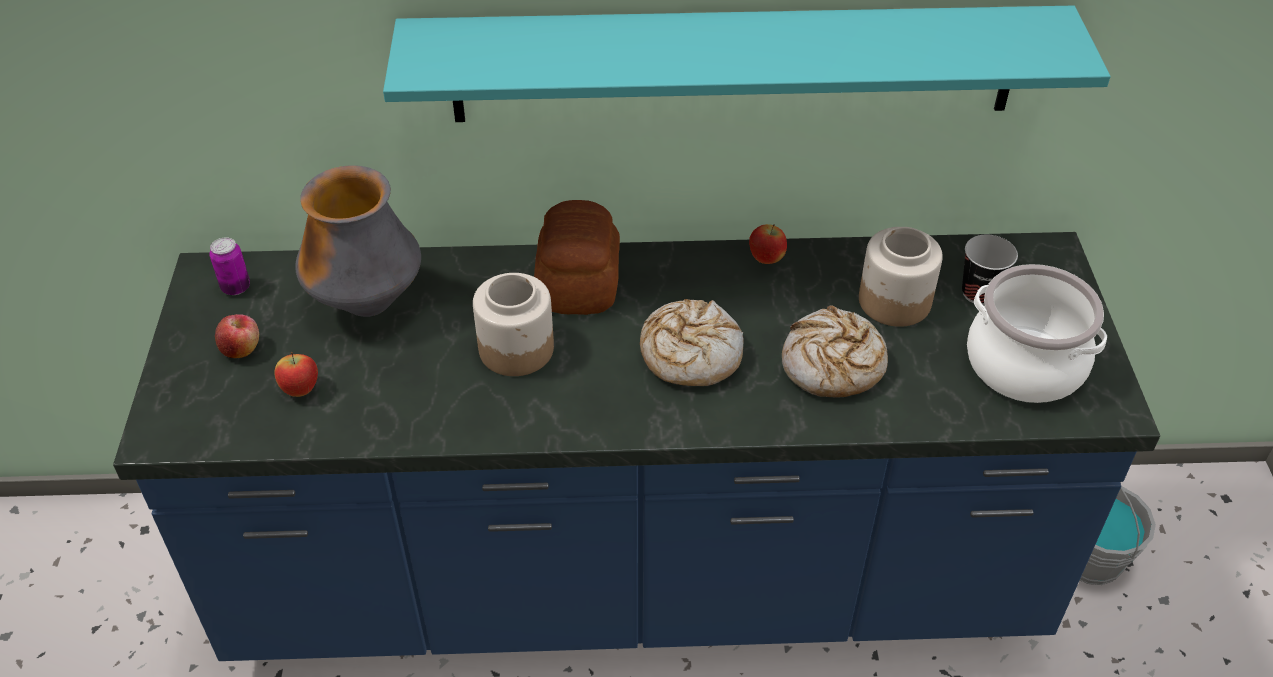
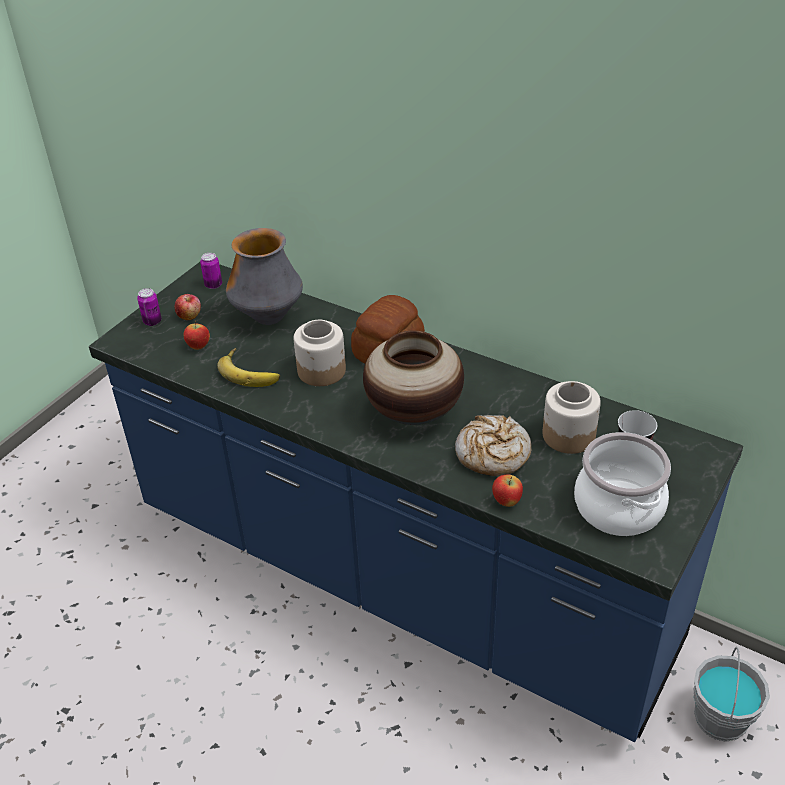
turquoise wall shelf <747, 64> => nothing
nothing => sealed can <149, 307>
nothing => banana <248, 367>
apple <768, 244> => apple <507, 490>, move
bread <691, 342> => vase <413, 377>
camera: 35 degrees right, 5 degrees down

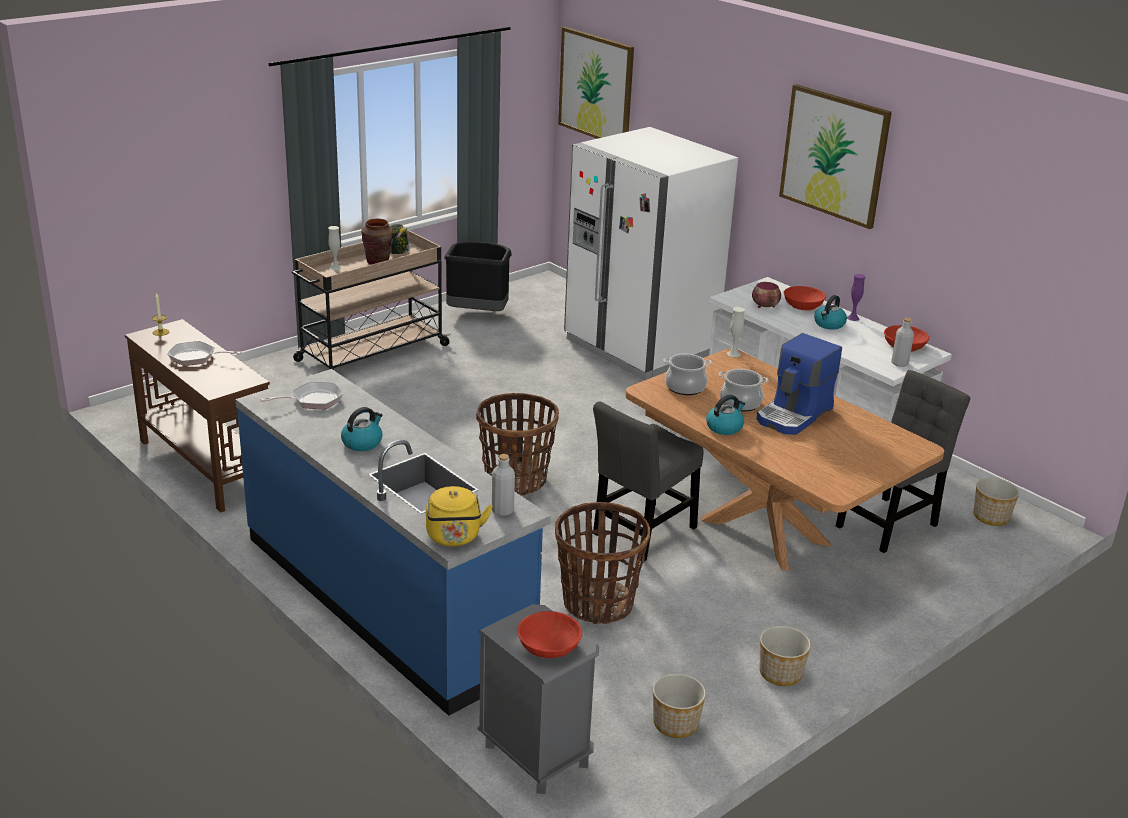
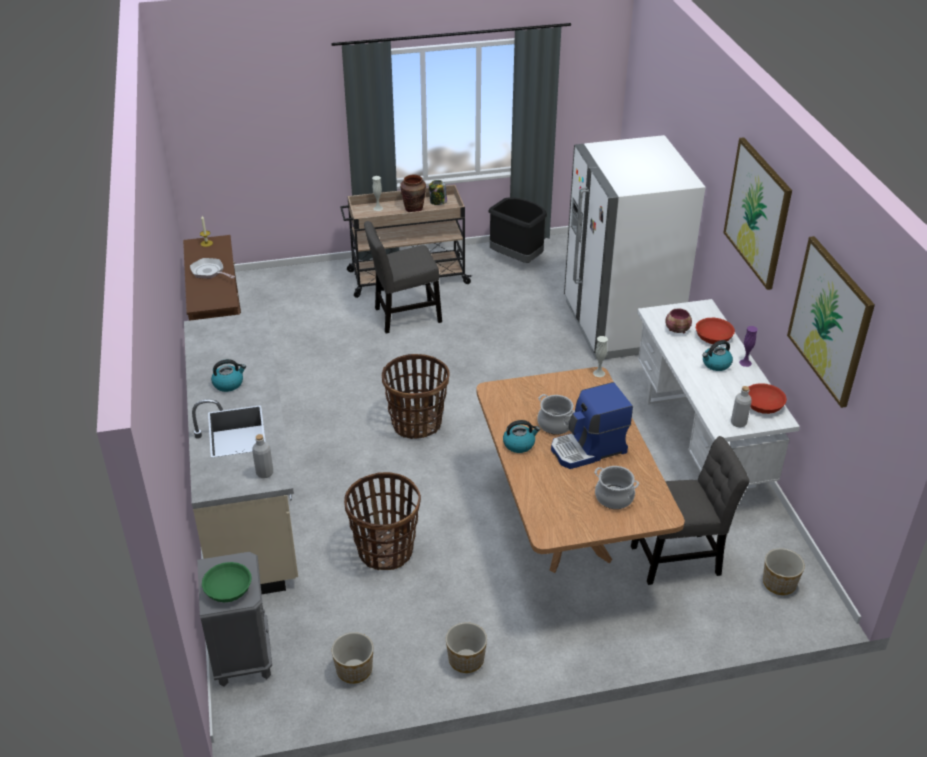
skillet <302, 395> => nothing
yellow tea kettle <459, 516> => nothing
wall picture <596, 83> => wall picture <831, 322>, move
gray chair <648, 481> => gray chair <403, 277>, move
saucepot <687, 374> => saucepot <617, 487>, move
bluish kitchen base unit <393, 542> => beige-coloured kitchen base unit <241, 452>
red-coloured bowl <549, 634> => green bowl <226, 582>
camera: 30 degrees right, 10 degrees up

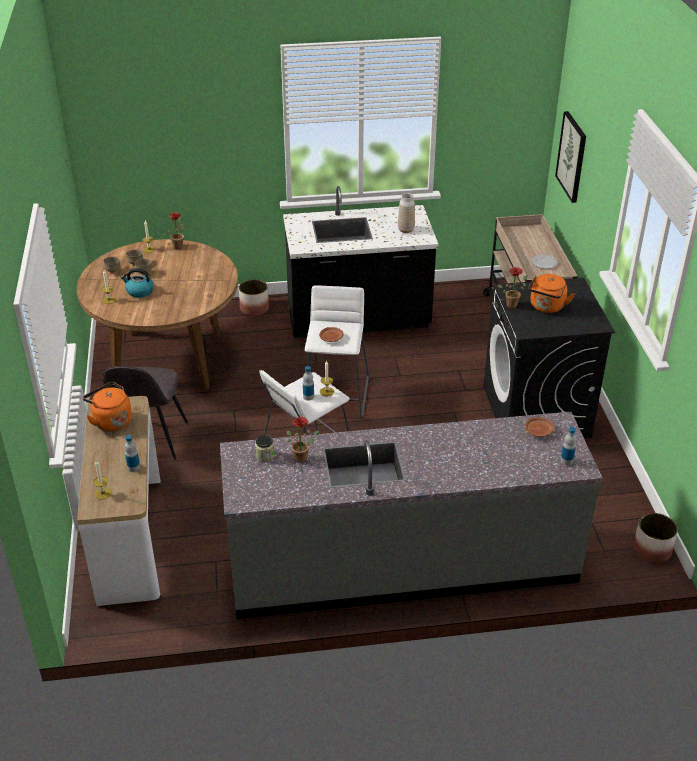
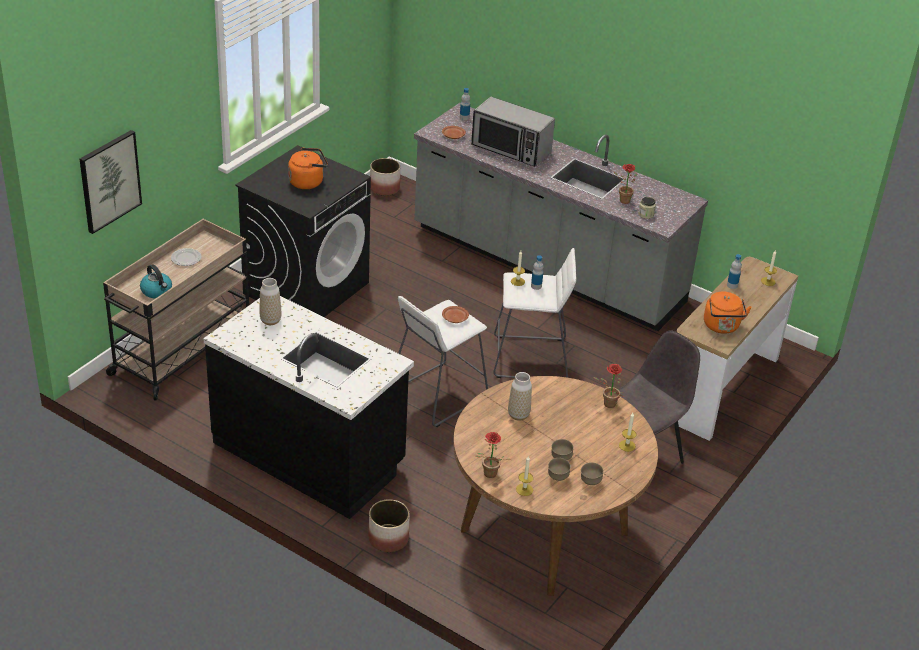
nothing => kitchen microwave <513, 132>
nothing => vase <520, 396>
tea kettle <137, 283> => tea kettle <156, 281>, move
plant in a pot <513, 287> => plant in a pot <609, 386>, move
camera: 140 degrees left, 0 degrees up

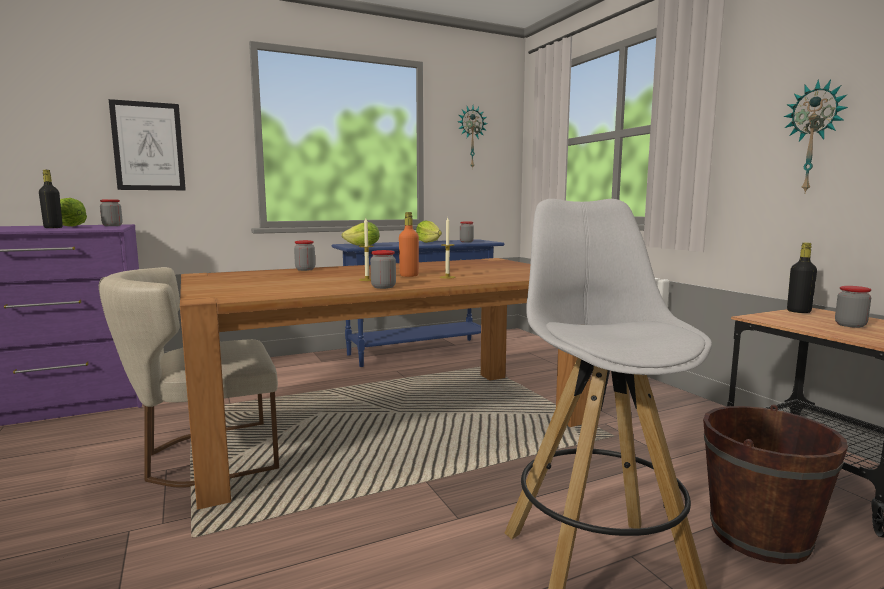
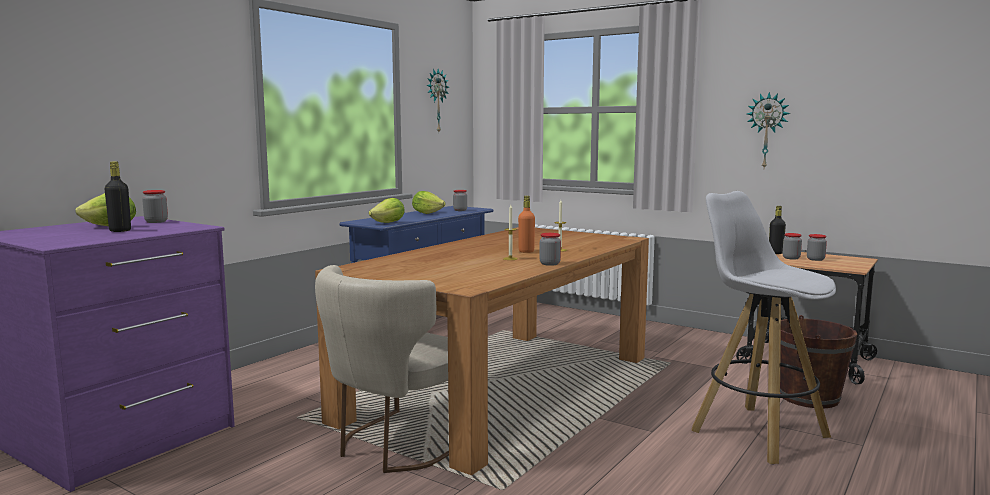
wall picture <147, 144> => nothing
storage jar <304, 255> => storage jar <792, 246>, move
camera: 30 degrees left, 0 degrees up

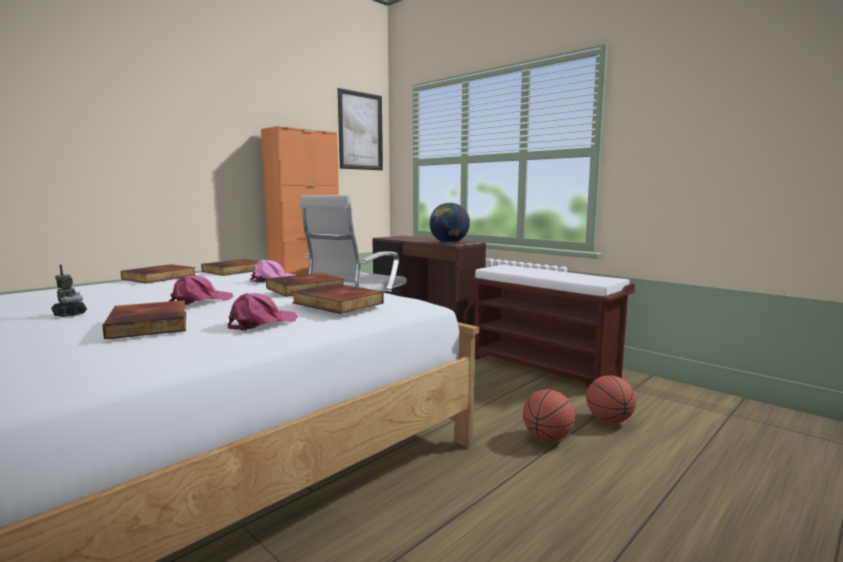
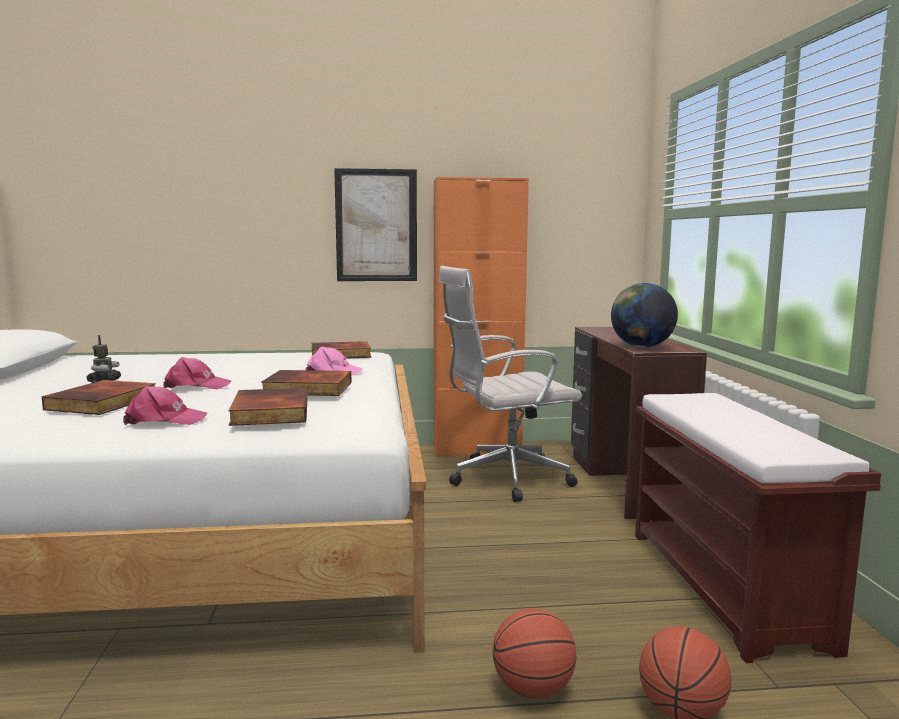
volume <158, 273> => nothing
wall picture <360, 129> => wall picture <375, 224>, move
camera: 40 degrees right, 0 degrees up

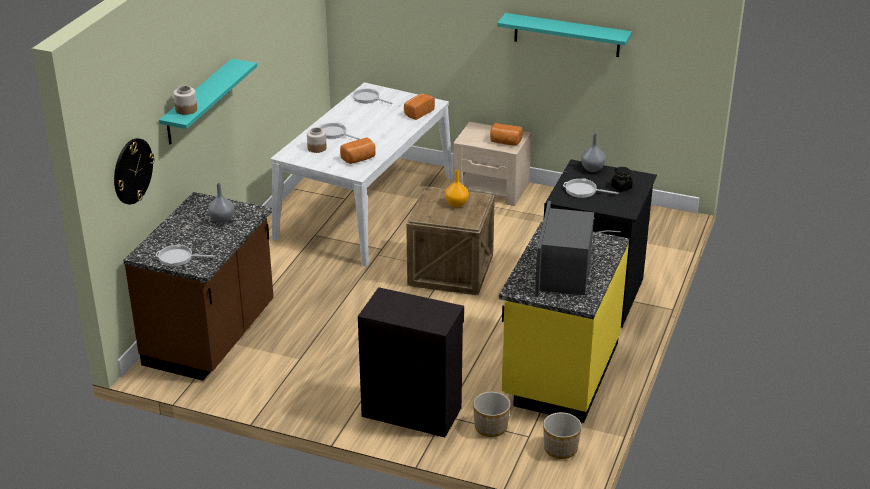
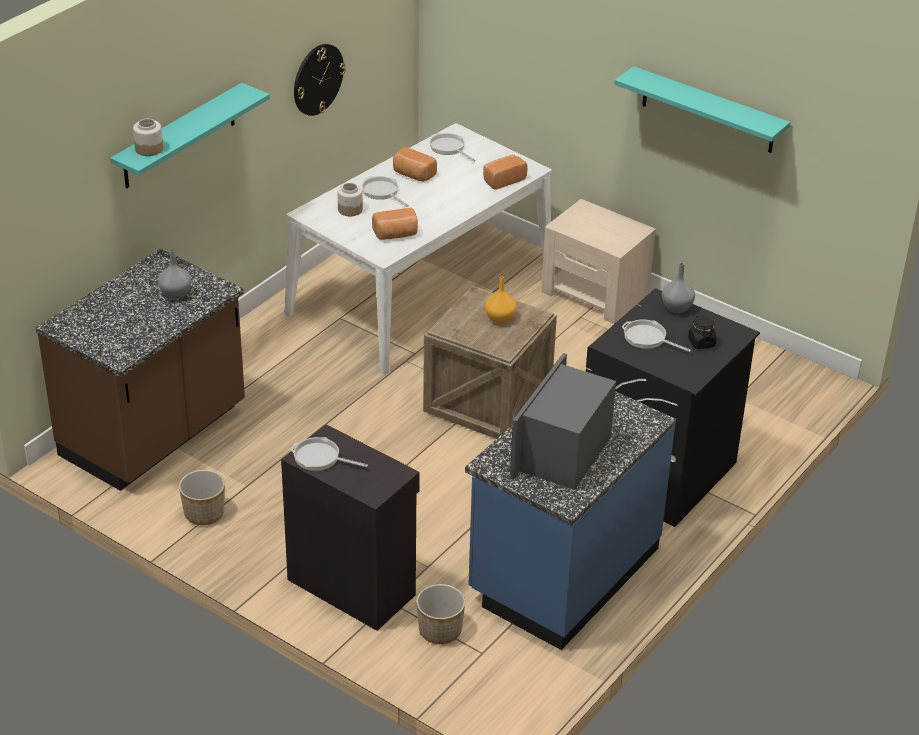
hanging clock <134, 171> => hanging clock <319, 80>, move
skillet <186, 255> => skillet <329, 454>, move
bread <506, 134> => bread <415, 164>, move
flower pot <562, 435> => flower pot <202, 497>, move
yellow kitchen base unit <564, 322> => bluish kitchen base unit <570, 520>
camera: 15 degrees right, 5 degrees up

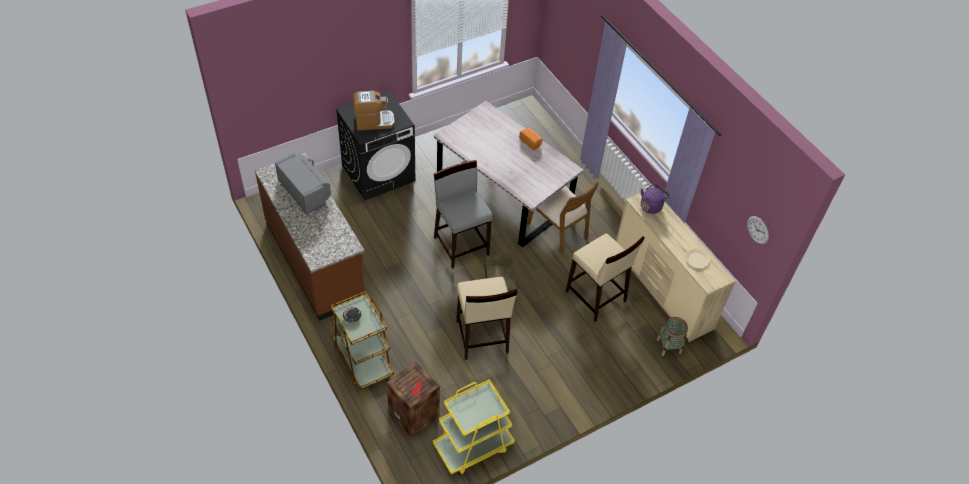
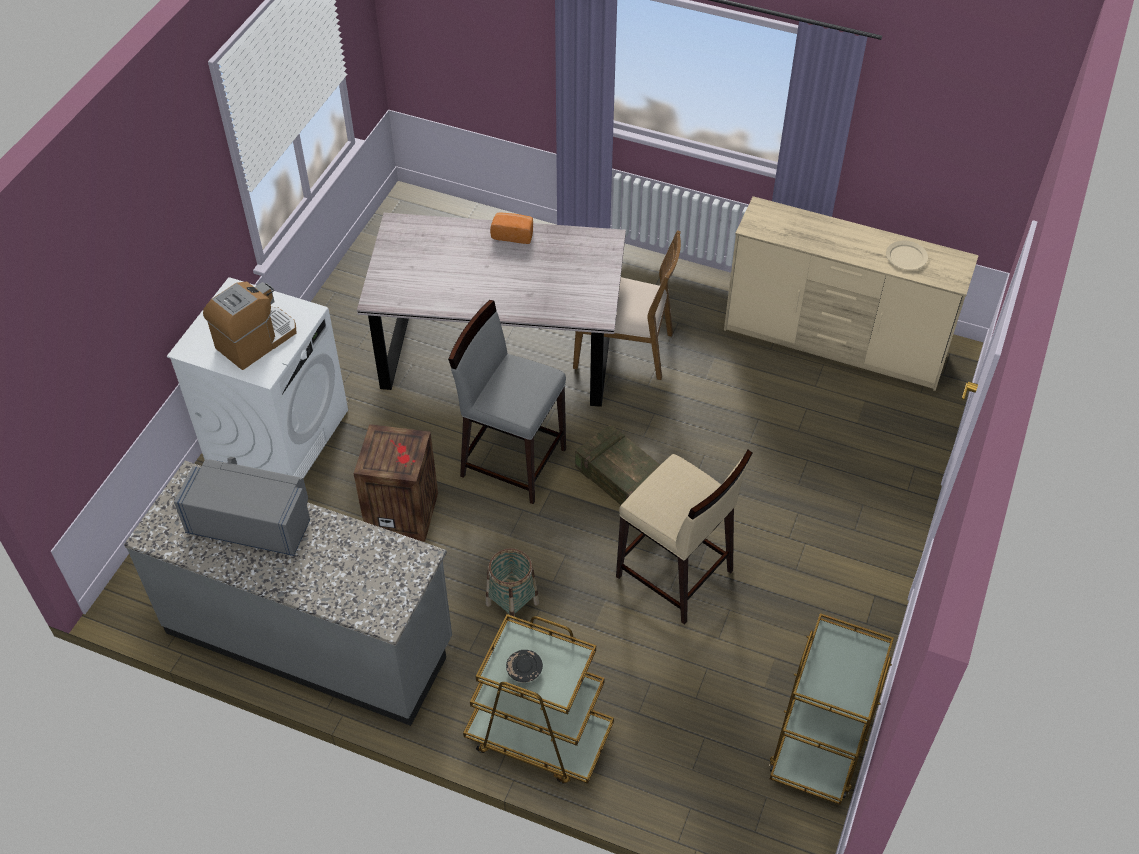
beige-coloured stool <605, 277> => nothing
purple-coloured tea kettle <655, 199> => nothing
hanging clock <758, 230> => nothing
shipping crate <413, 399> => shipping crate <396, 483>, move
basket <672, 336> => basket <512, 584>, move
brown-coloured kitchen base unit <310, 237> => gray kitchen base unit <288, 593>
black-coloured washing machine <375, 145> => whitish washing machine <257, 378>
yellow wheeled cart <474, 427> => brown-coloured wheeled cart <831, 709>
camera: 35 degrees left, 0 degrees up

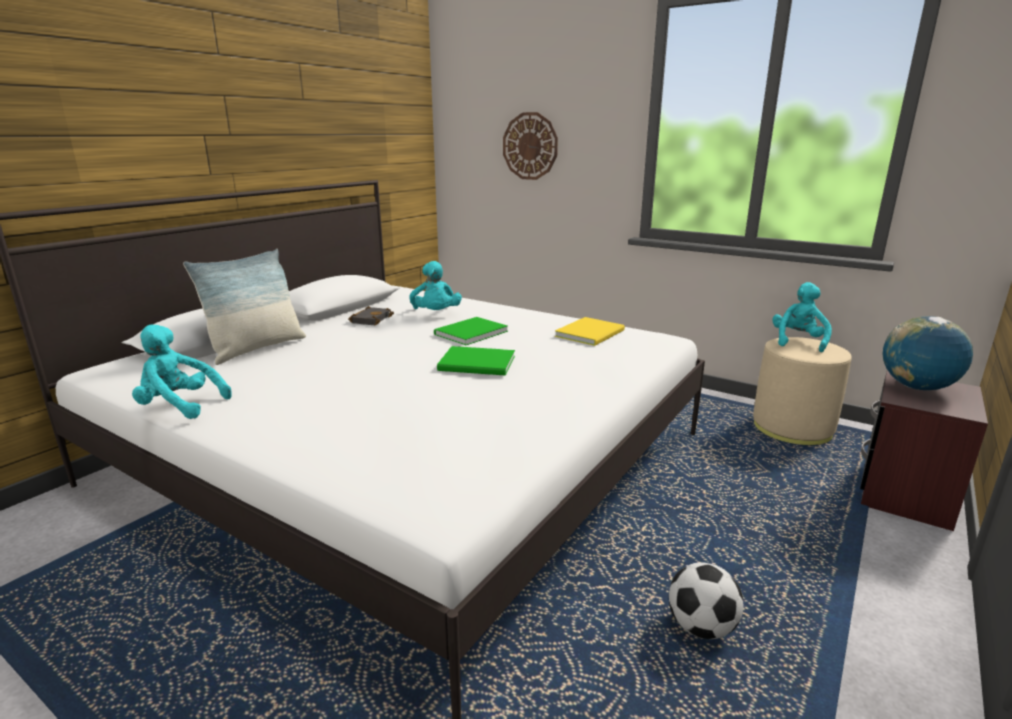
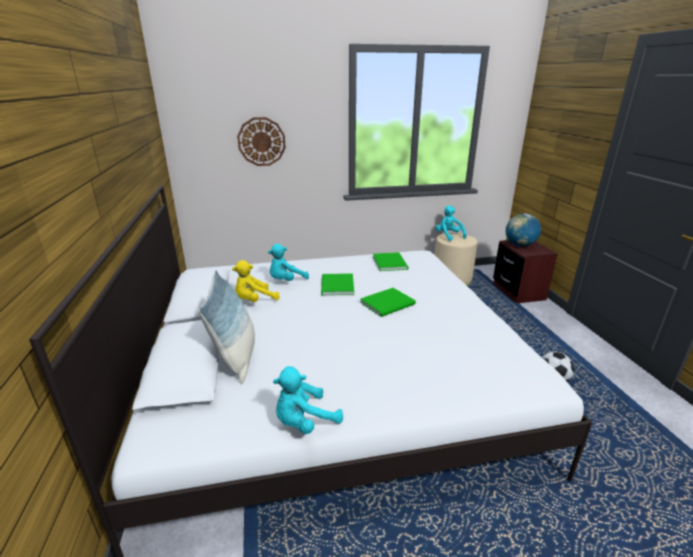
black-coloured volume <371, 316> => yellow plush toy <256, 281>
yellow volume <590, 331> => green volume <391, 261>
turquoise plush toy <435, 285> => turquoise plush toy <288, 262>, 105 degrees clockwise
camera: 45 degrees left, 5 degrees up

